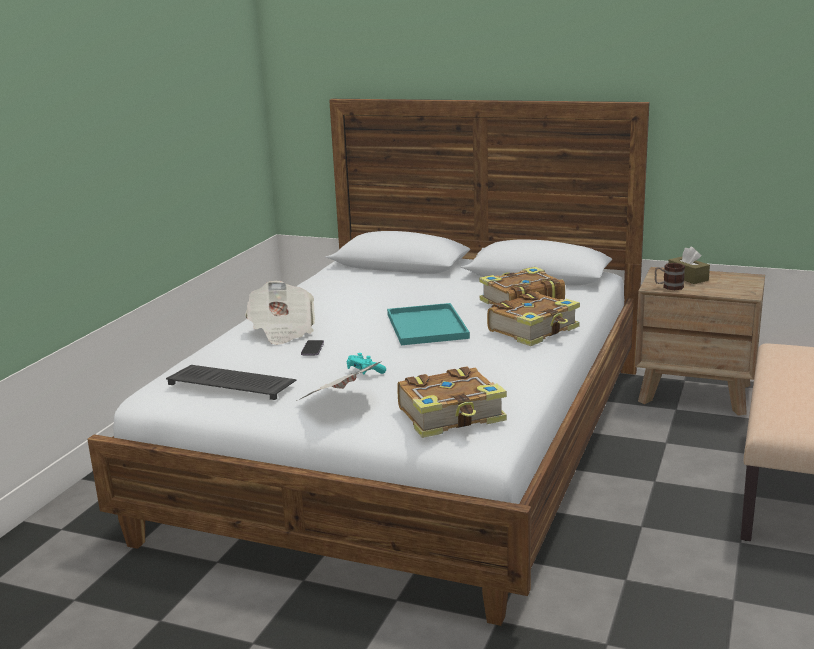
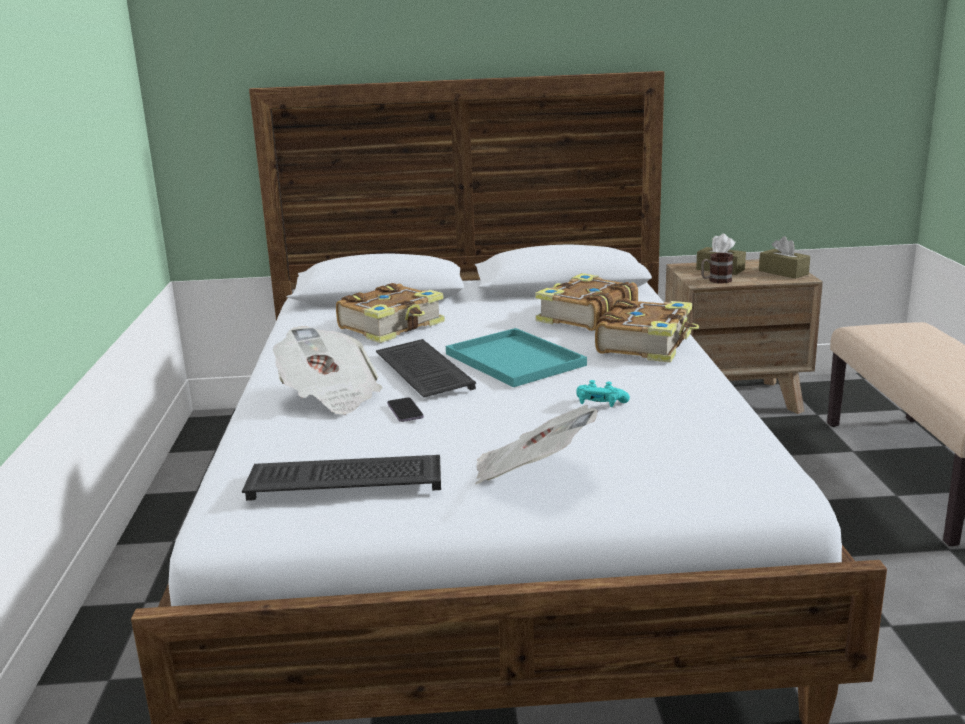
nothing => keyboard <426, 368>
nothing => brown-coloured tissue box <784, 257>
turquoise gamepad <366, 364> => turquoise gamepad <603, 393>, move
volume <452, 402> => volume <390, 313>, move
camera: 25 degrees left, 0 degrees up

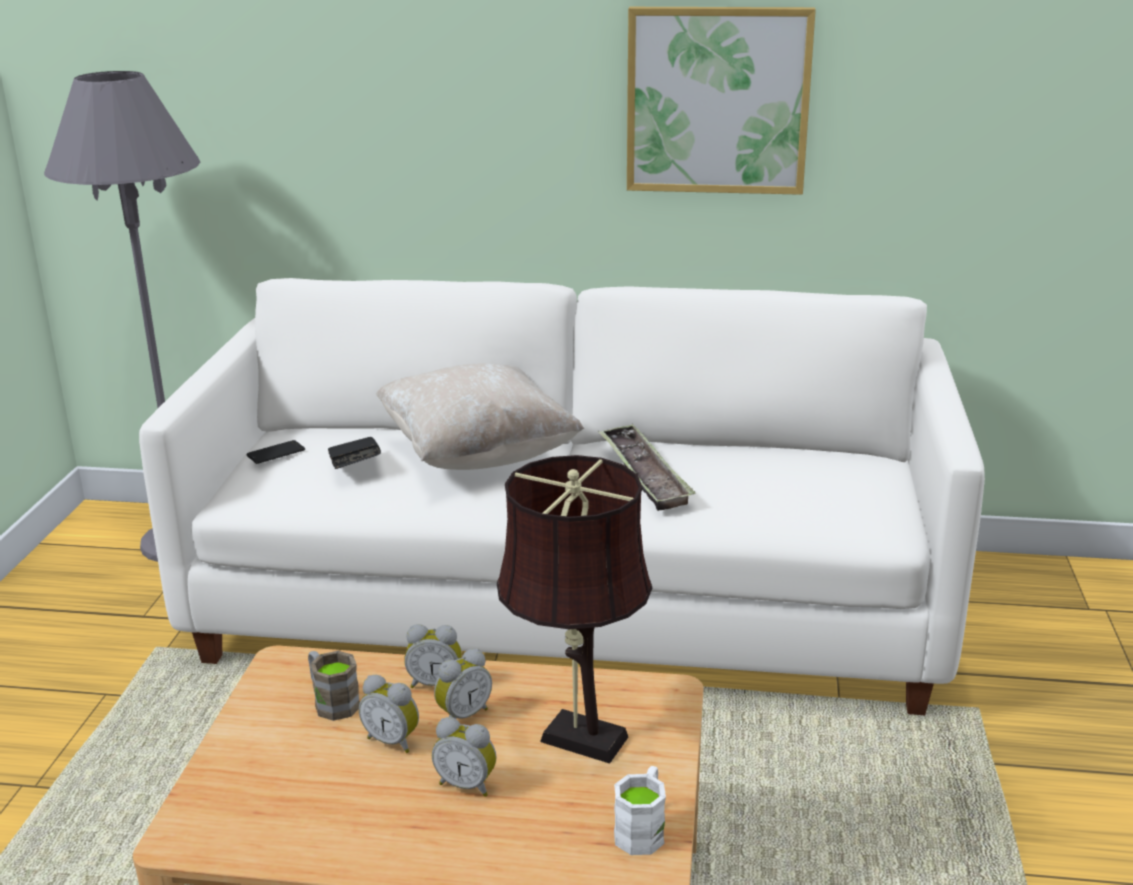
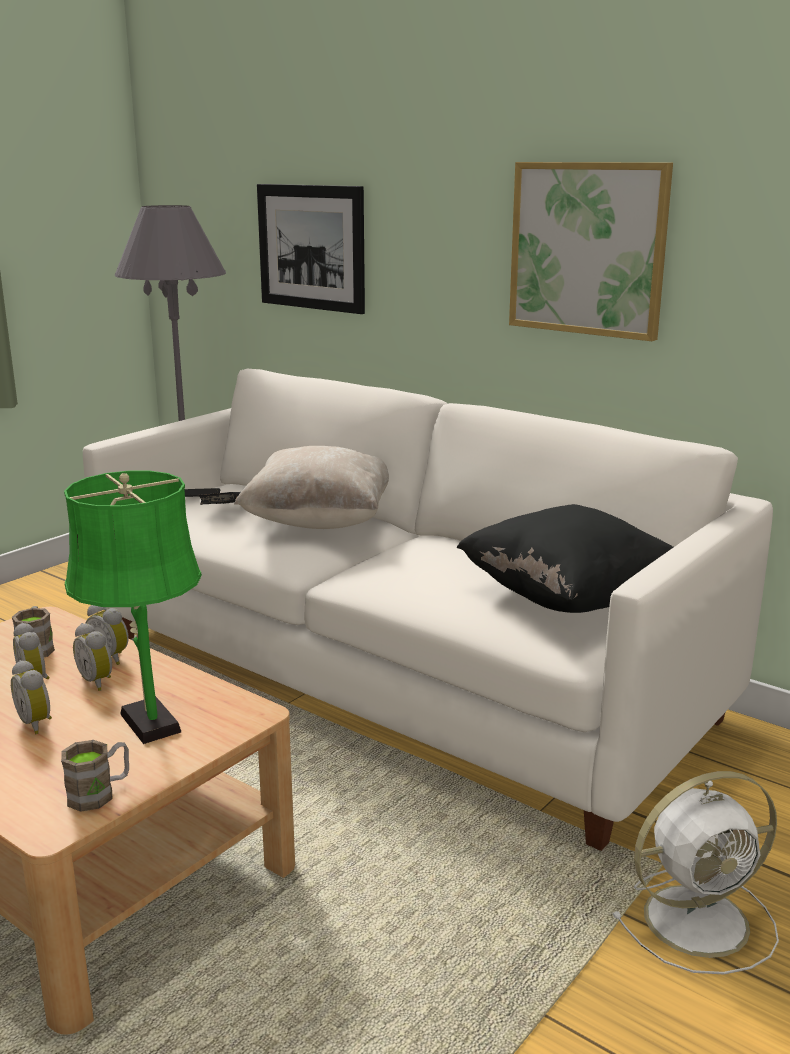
serving tray <646, 467> => nothing
nothing => wall picture <311, 249>
nothing => black-coloured cushion <564, 558>
nothing => whitish cooling fan <695, 872>
brown-coloured table lamp <574, 609> => green table lamp <133, 607>
whitish coffee mug <640, 810> => brown-coloured coffee mug <95, 776>
table clock <463, 684> => table clock <92, 657>, 60 degrees clockwise
camera: 30 degrees right, 5 degrees down

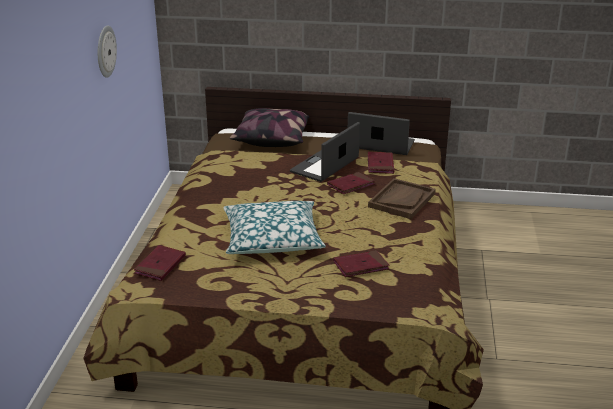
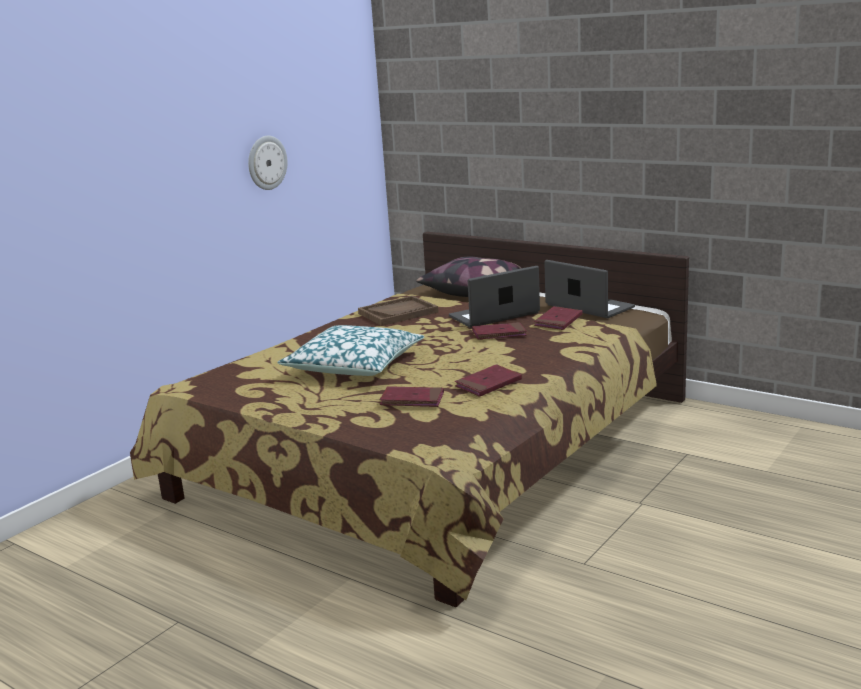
red-coloured volume <160, 263> => red-coloured volume <488, 380>, move
brown-coloured serving tray <402, 198> => brown-coloured serving tray <398, 311>, move
camera: 30 degrees right, 10 degrees down

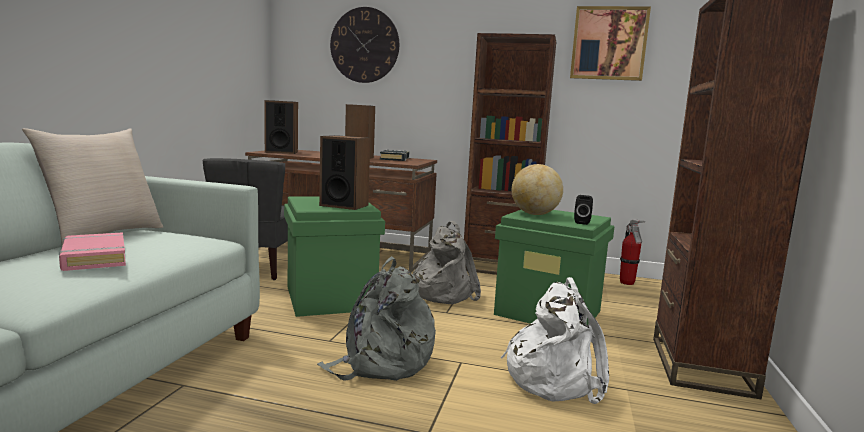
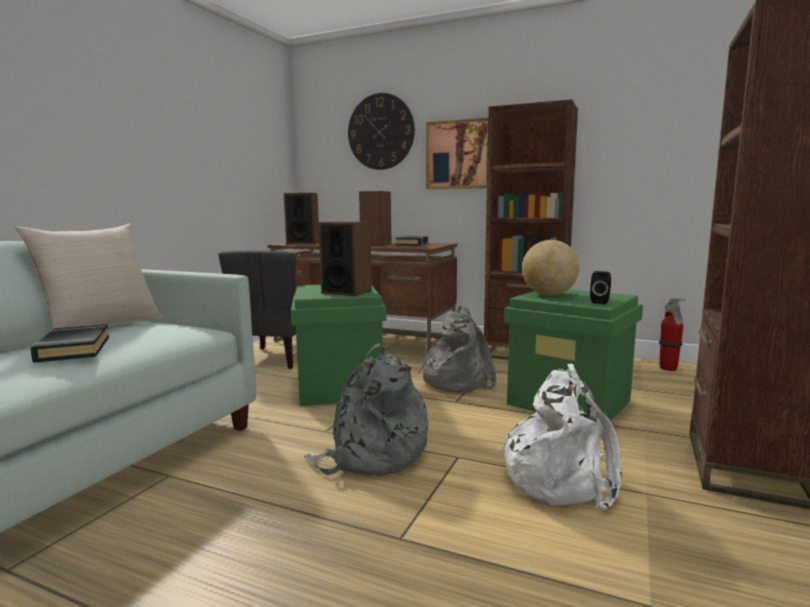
wall picture <610, 43> => wall picture <457, 154>, move
pink volume <92, 251> => black-coloured volume <69, 343>
camera: 10 degrees right, 0 degrees up

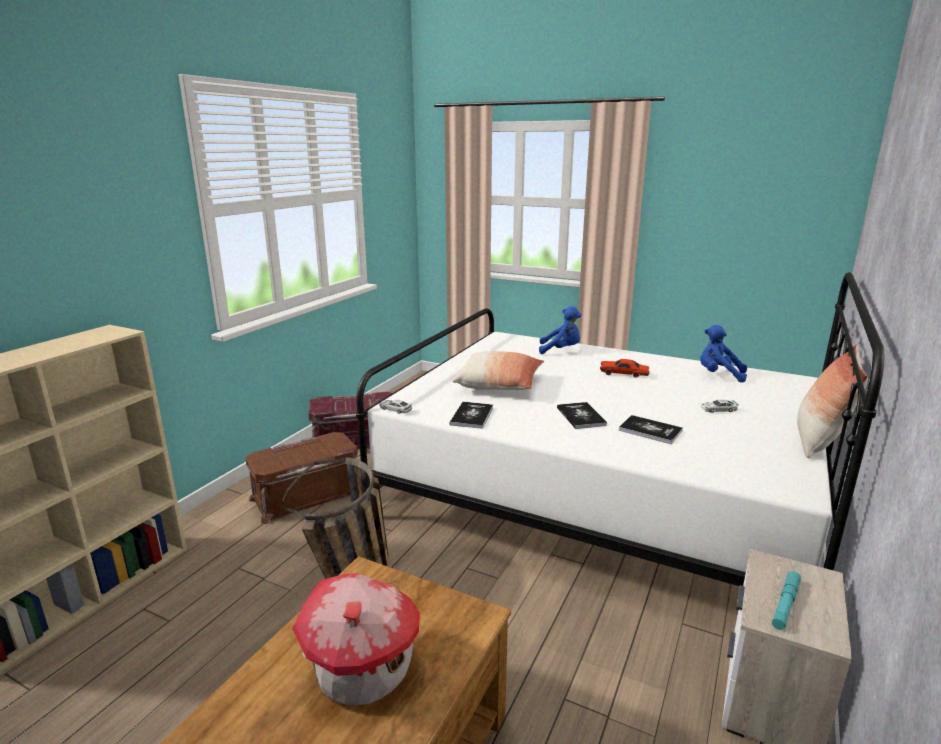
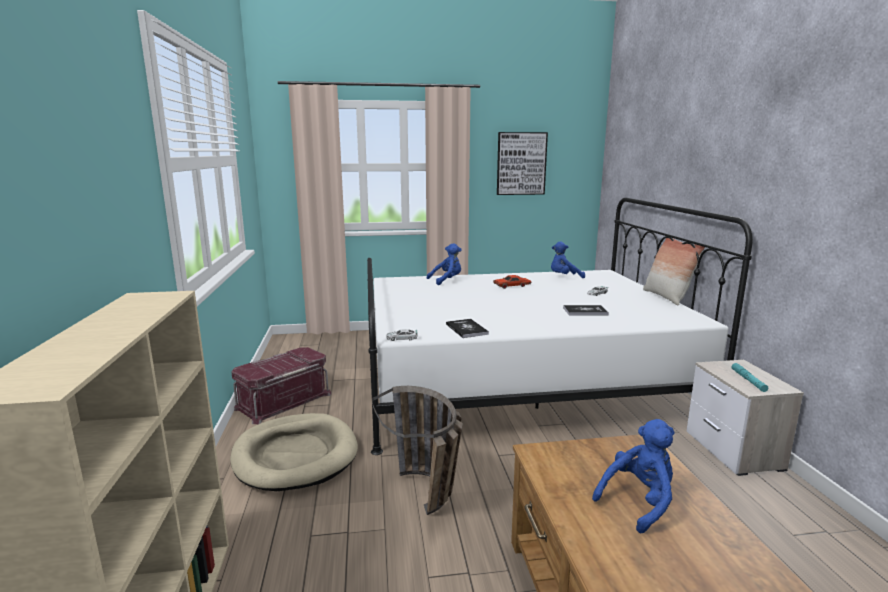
cushion <498, 370> => nothing
volume <582, 415> => nothing
nothing => wall picture <522, 163>
brown-coloured storage bin <301, 478> => beige-coloured pet bed <294, 452>
model house <356, 639> => bluish plush toy <633, 476>
camera: 35 degrees left, 5 degrees down

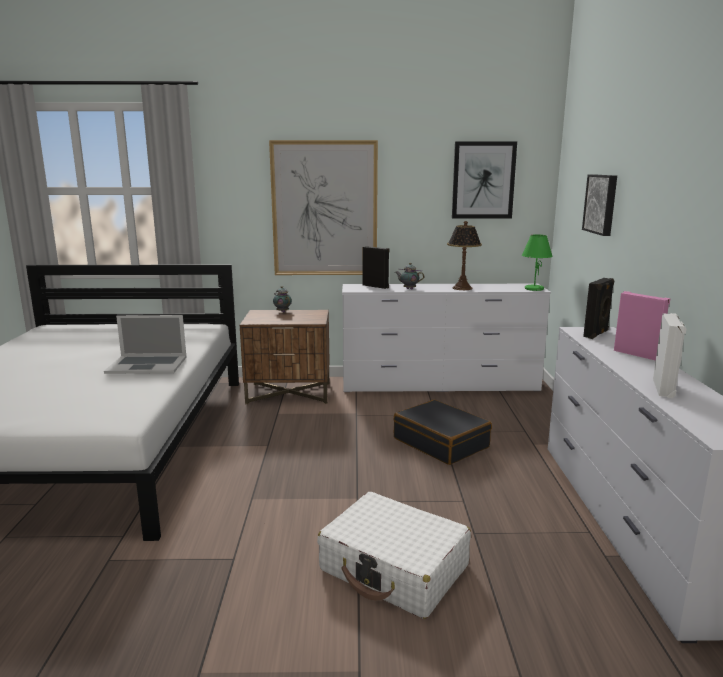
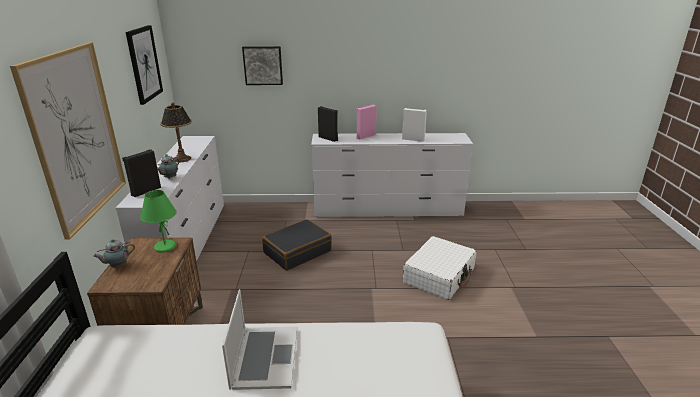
green table lamp <537, 263> => green table lamp <158, 221>, move
camera: 90 degrees left, 10 degrees up

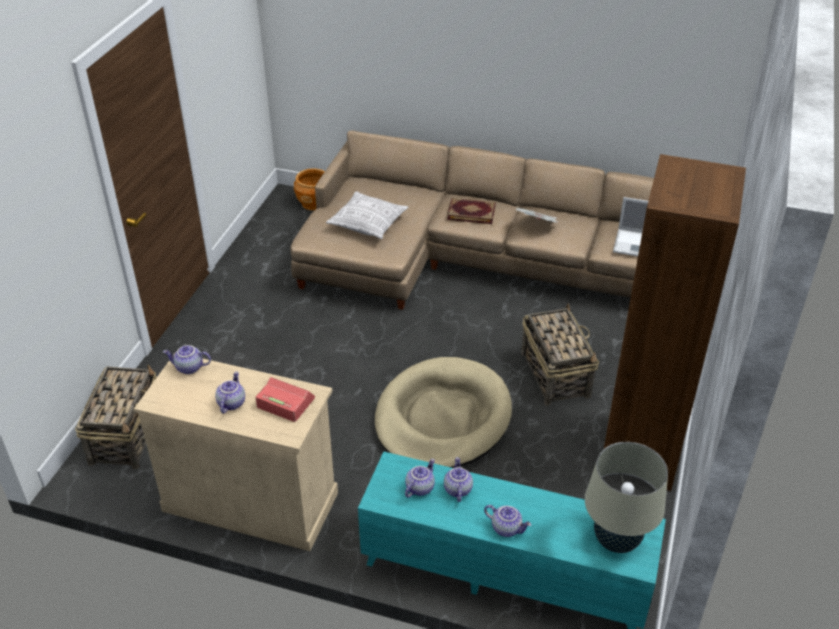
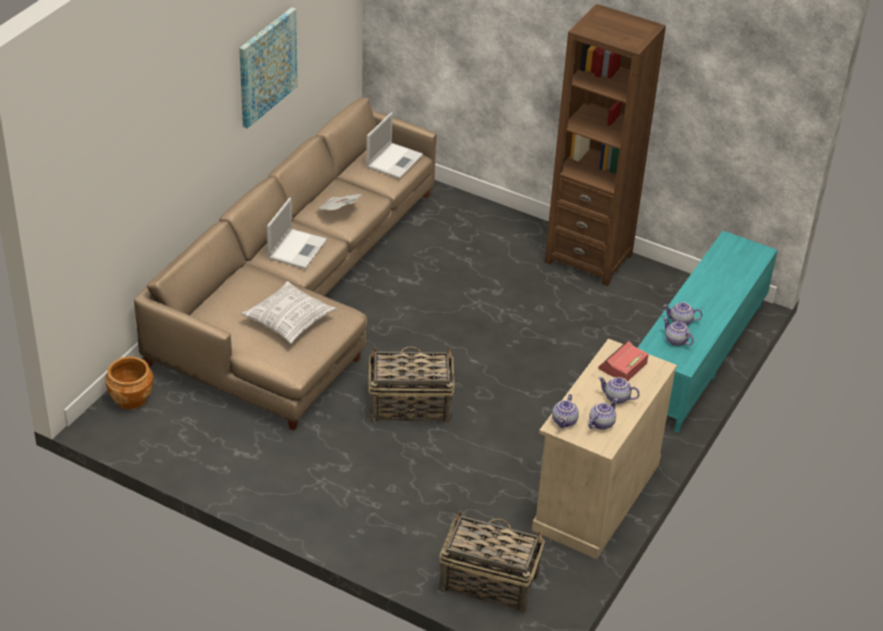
beige-coloured pet bed <443, 412> => nothing
beige-coloured table lamp <626, 497> => nothing
nothing => wall picture <268, 68>
teapot <507, 521> => teapot <603, 414>, move
basket <560, 354> => basket <411, 385>, move
volume <471, 211> => laptop <297, 233>
camera: 80 degrees left, 0 degrees up

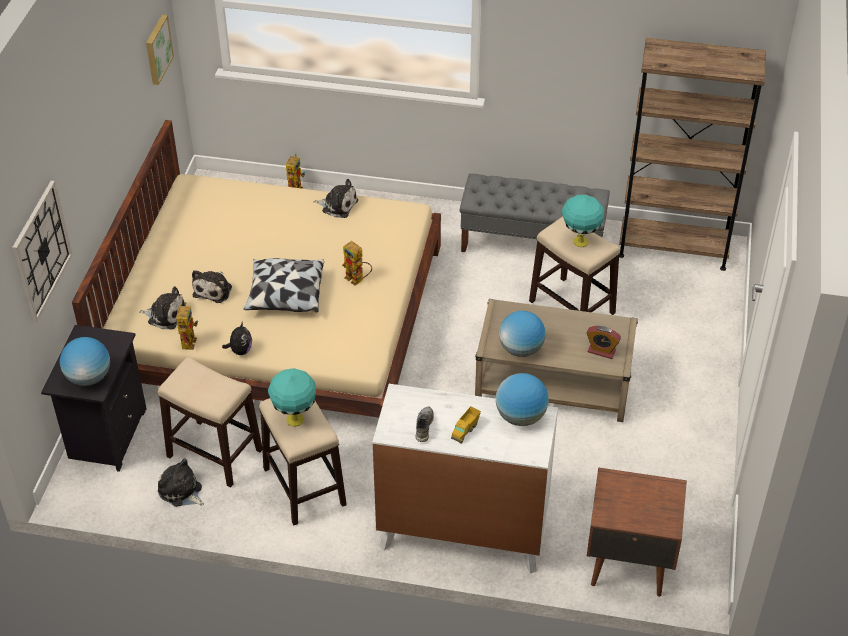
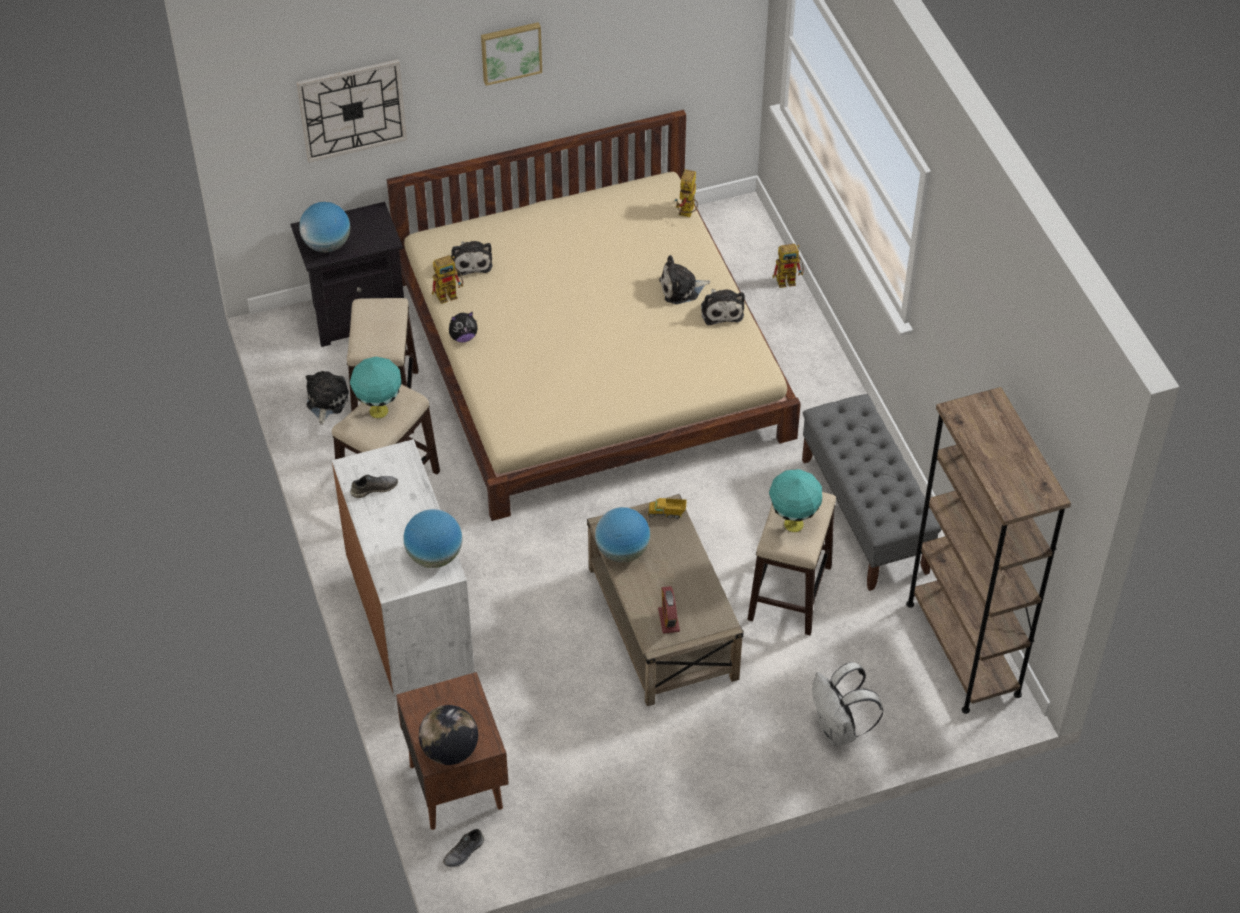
cushion <284, 285> => nothing
nothing => desk globe <448, 735>
nothing => gray item of footwear <463, 848>
nothing => whitish knapsack <847, 704>
wall picture <160, 50> => wall picture <511, 54>, move
plush toy <212, 286> => plush toy <684, 279>, move
model robot <357, 263> => model robot <686, 193>, move
toy truck <466, 425> => toy truck <667, 508>, move
camera: 60 degrees right, 5 degrees up

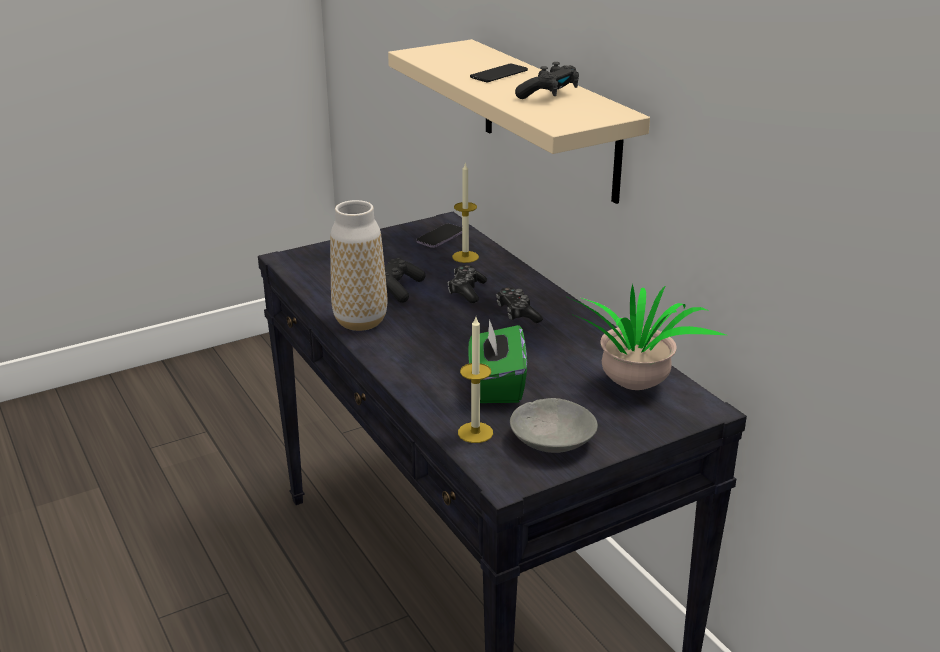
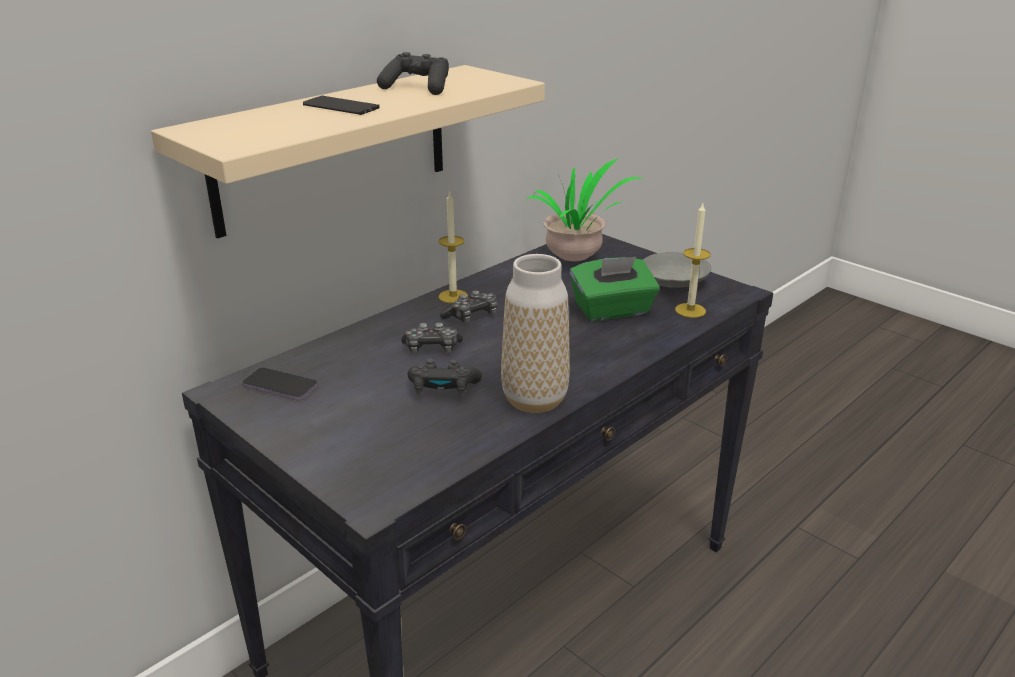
wax light <465, 212> => wax light <453, 247>, move
camera: 105 degrees left, 0 degrees up

